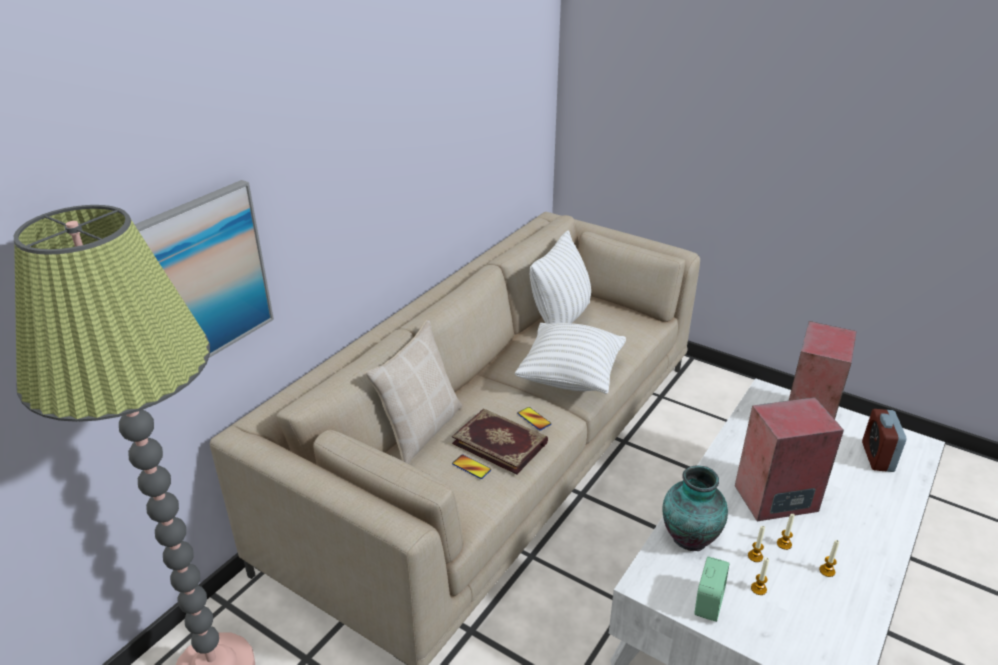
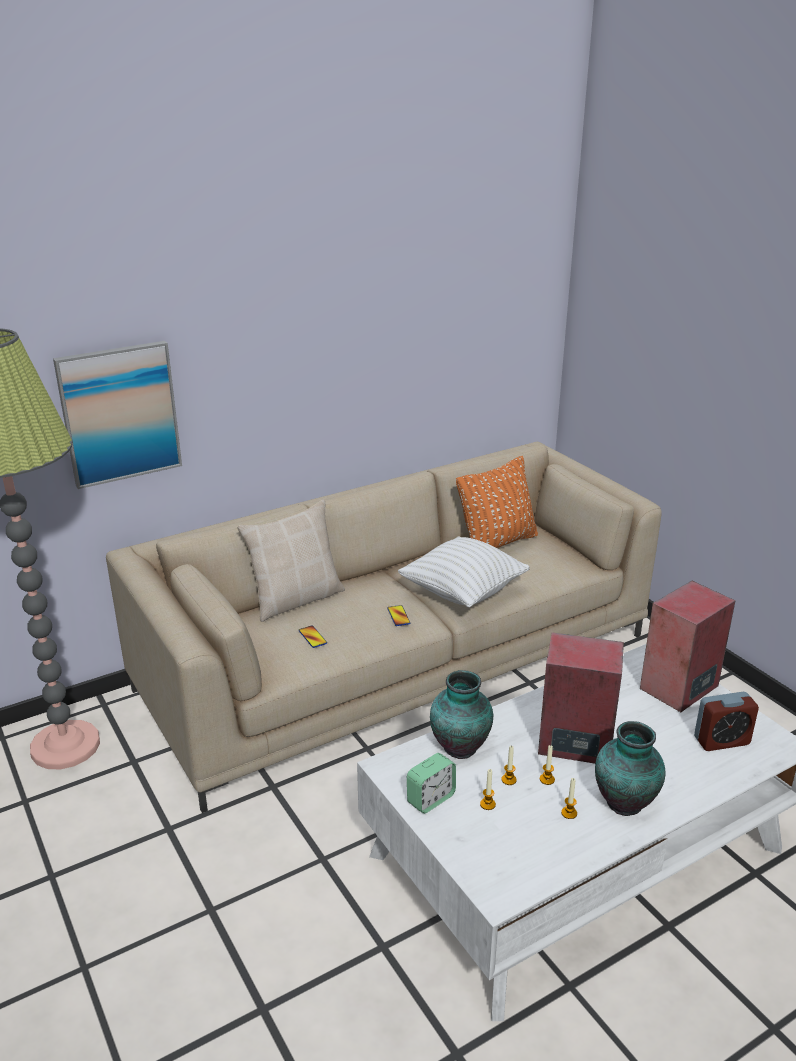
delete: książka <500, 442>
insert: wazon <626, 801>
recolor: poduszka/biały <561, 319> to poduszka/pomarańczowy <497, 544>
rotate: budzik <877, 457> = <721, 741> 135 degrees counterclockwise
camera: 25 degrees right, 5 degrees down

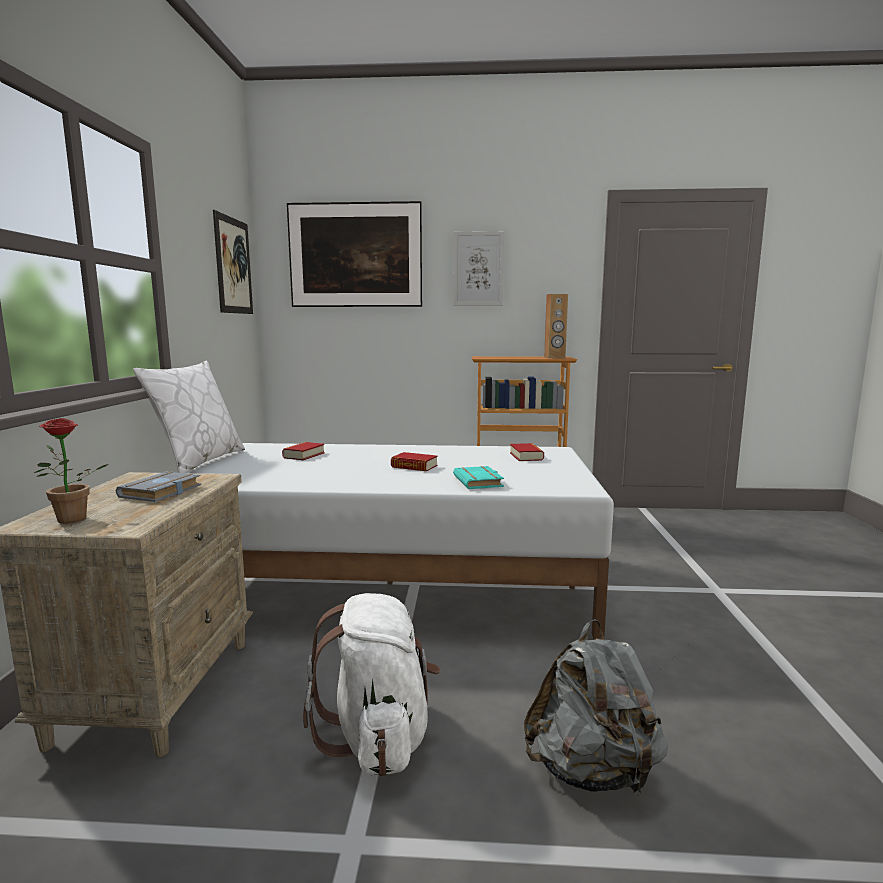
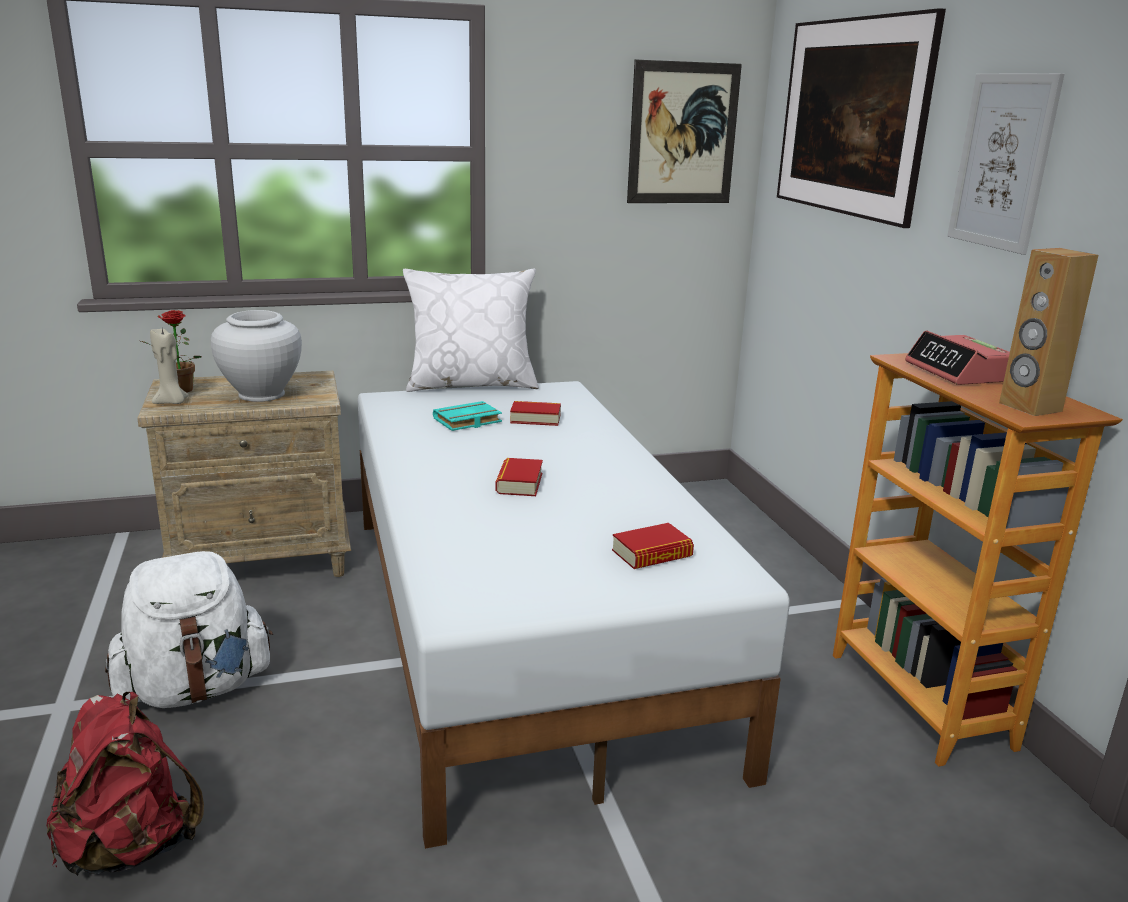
insert: świeca/beżowy <172, 402>; budzik <958, 372>
move: książka/turkusowy <480, 482> to <467, 421>
replace: książka/szary <161, 492> to wazon/biały <261, 395>
recolor: plecak/szary <592, 771> to plecak/czerwony <130, 846>
camera: 70 degrees right, 10 degrees up

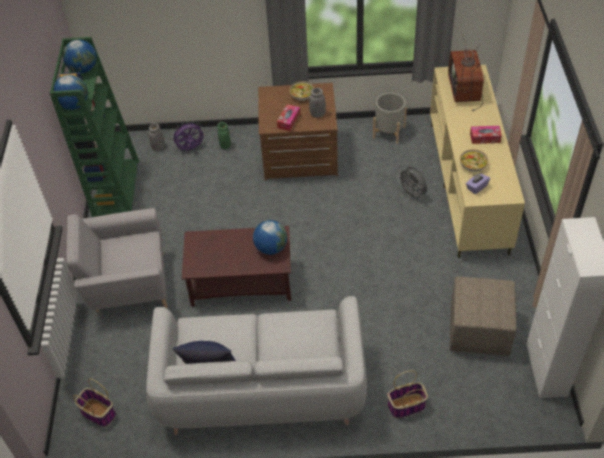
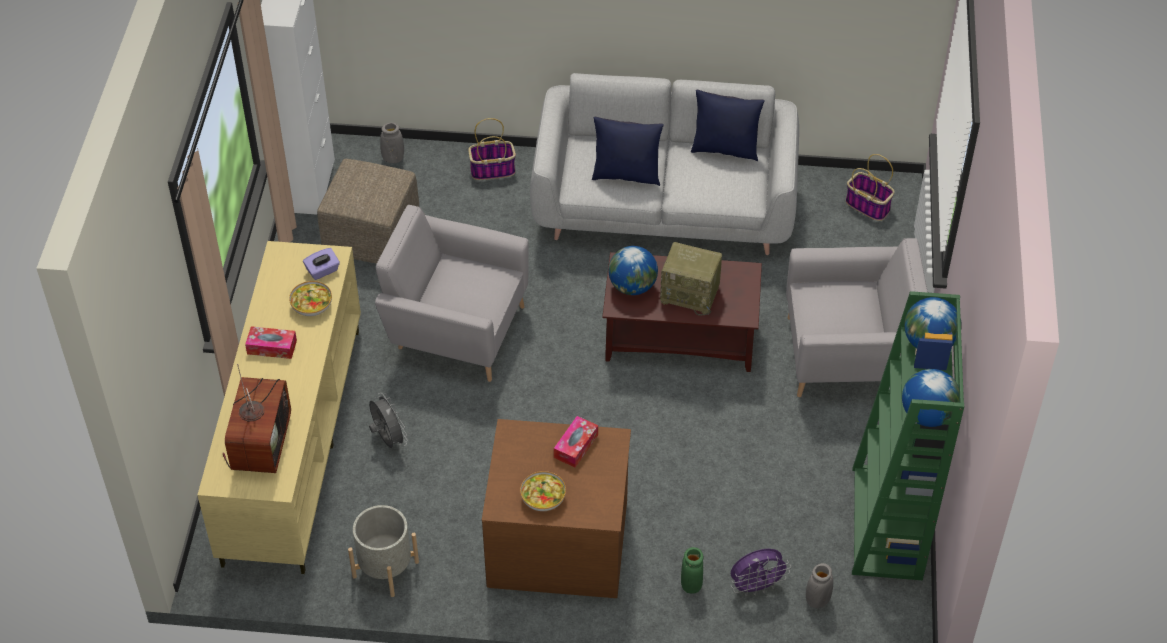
insert: fotel/szary <455, 330>; poduszka/niebieski <626, 175>; radio <691, 294>
move: wazon/szary <317, 114> to <393, 158>
camera: 175 degrees left, 0 degrees up

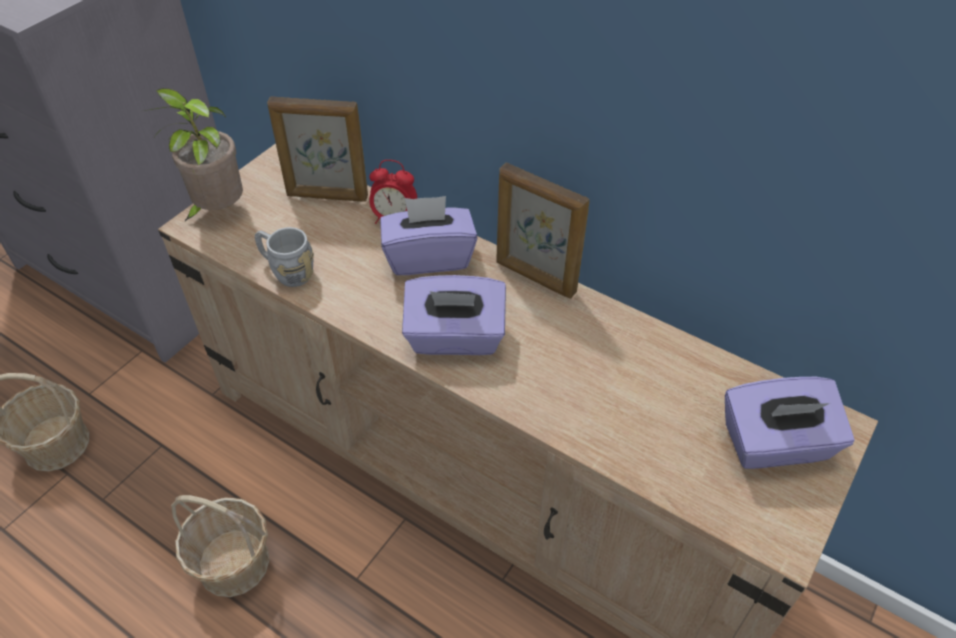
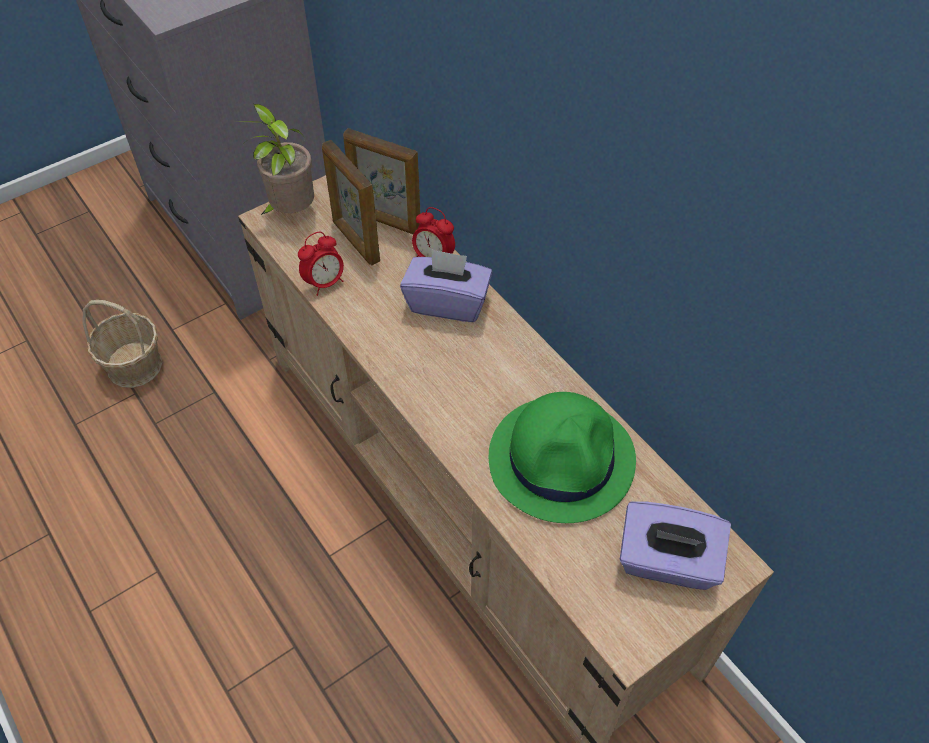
delete: koszyk <234, 564>; pudełko chusteczek/fioletowy <455, 338>
insert: kapelusz/zielony <562, 459>
move: ramka na zdjęcie <535, 278> to <355, 241>
replace: kubek/szary <287, 271> to budzik <325, 283>
camera: 20 degrees right, 5 degrees up

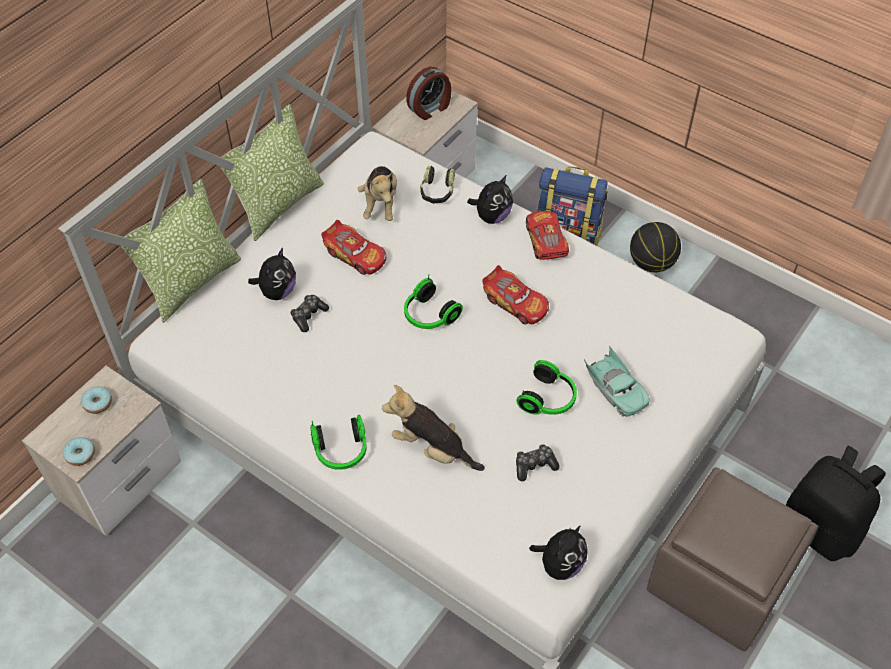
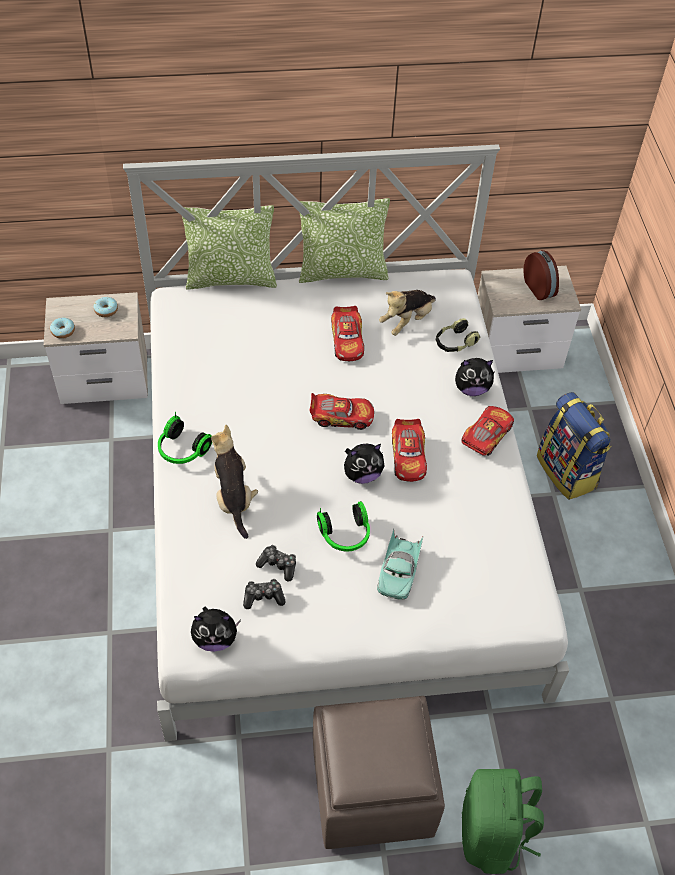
delete: piłka do koszykówki <652, 263>
move: pluszak <277, 291> to <362, 474>; pad do gier <308, 316> to <263, 597>
replace: słuchawki <428, 315> to samochodzik <341, 416>
recolor: plecak/czarny <821, 528> to plecak/zielony <493, 835>
rotate: budzik <430, 108> = <539, 288> 120 degrees counterclockwise
camera: 45 degrees right, 0 degrees up

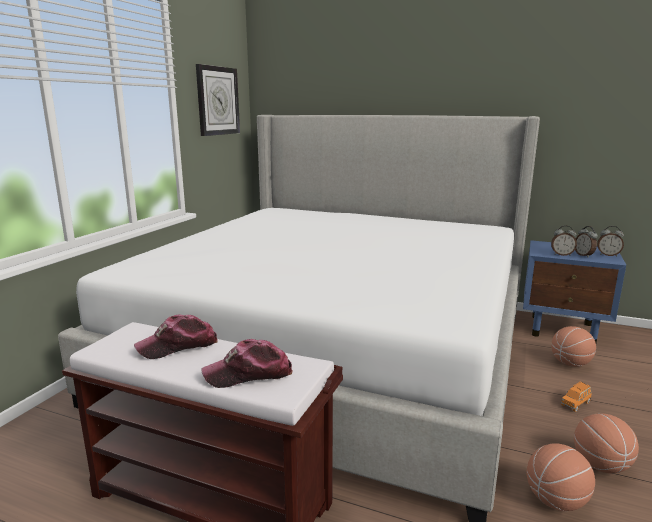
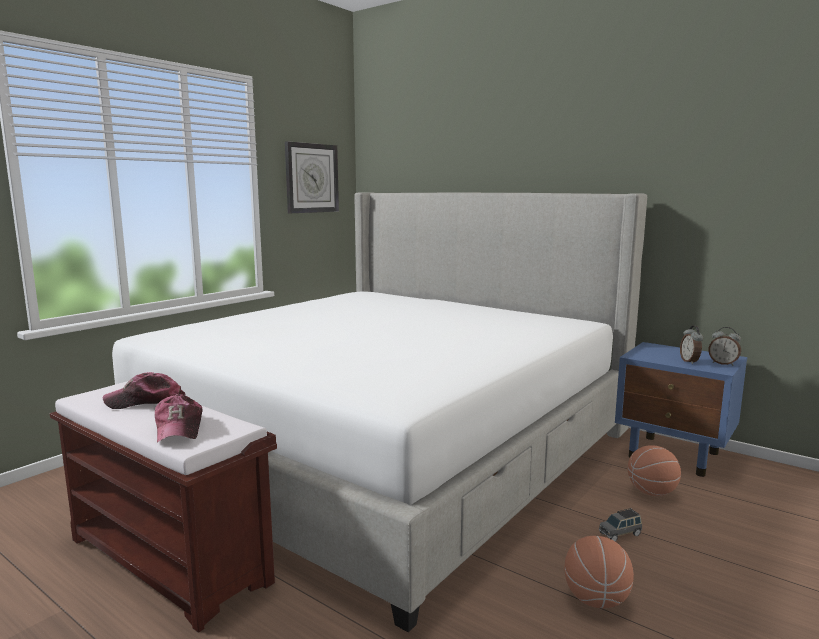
delete: piłka do koszykówki <556, 500>; budzik <562, 254>
recolor: samochodzik/pomarańczowy <575, 404> to samochodzik/szary <620, 534>
rotate: czapka z daszkiem <249, 374> = <179, 429> 105 degrees counterclockwise
camera: 15 degrees right, 5 degrees down

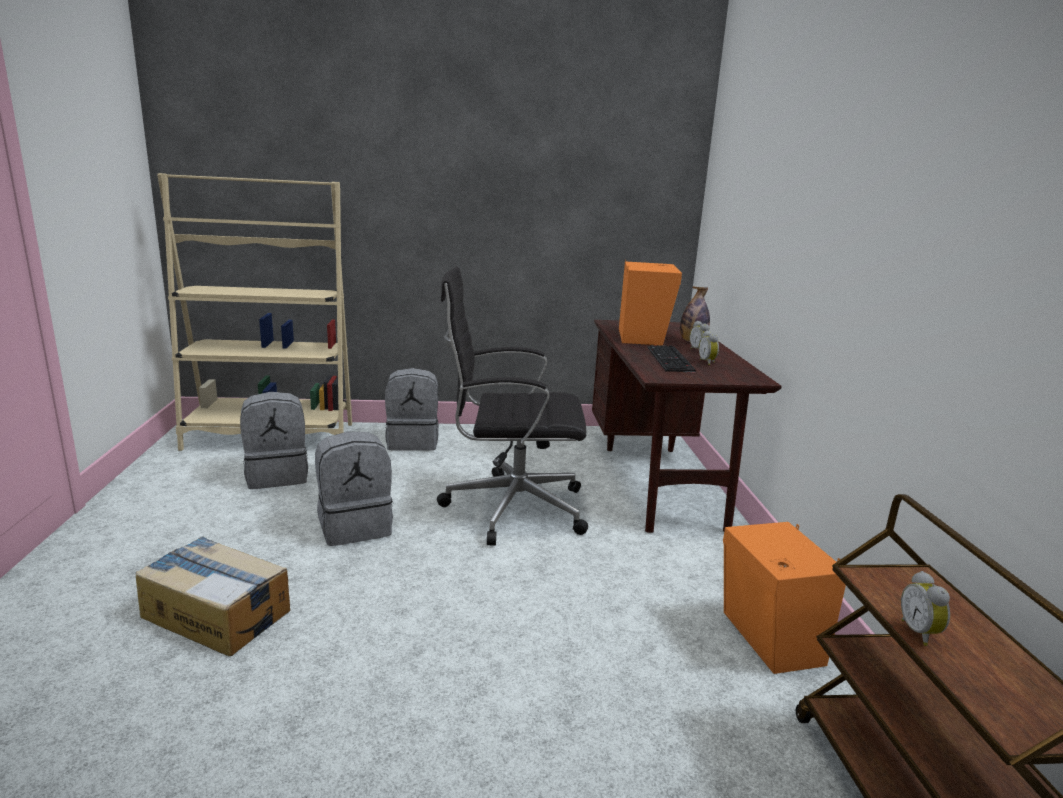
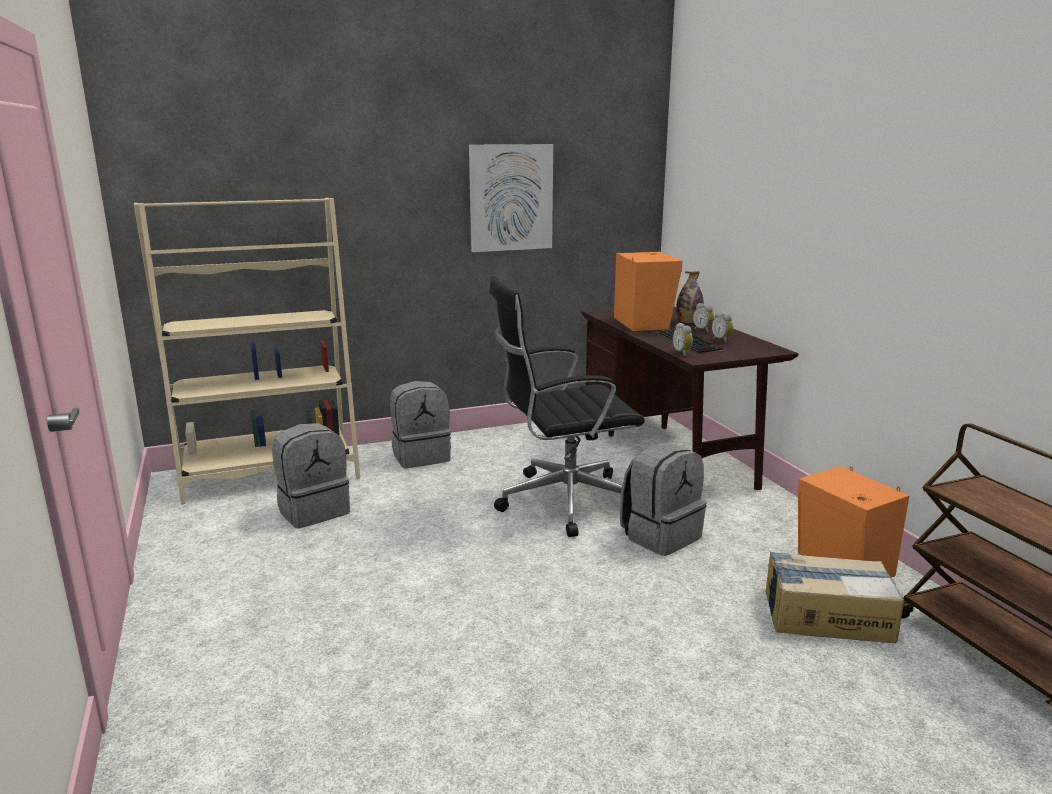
insert: obraz <511, 198>
move: karton <217, 613> to <826, 615>; plecak/szary <355, 526> to <660, 536>; budzik <920, 633> to <683, 353>
camera: 15 degrees left, 0 degrees up

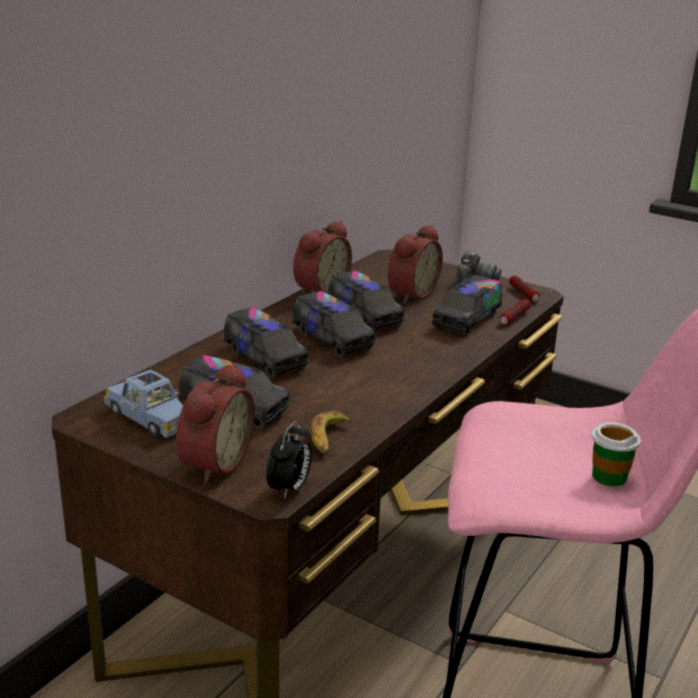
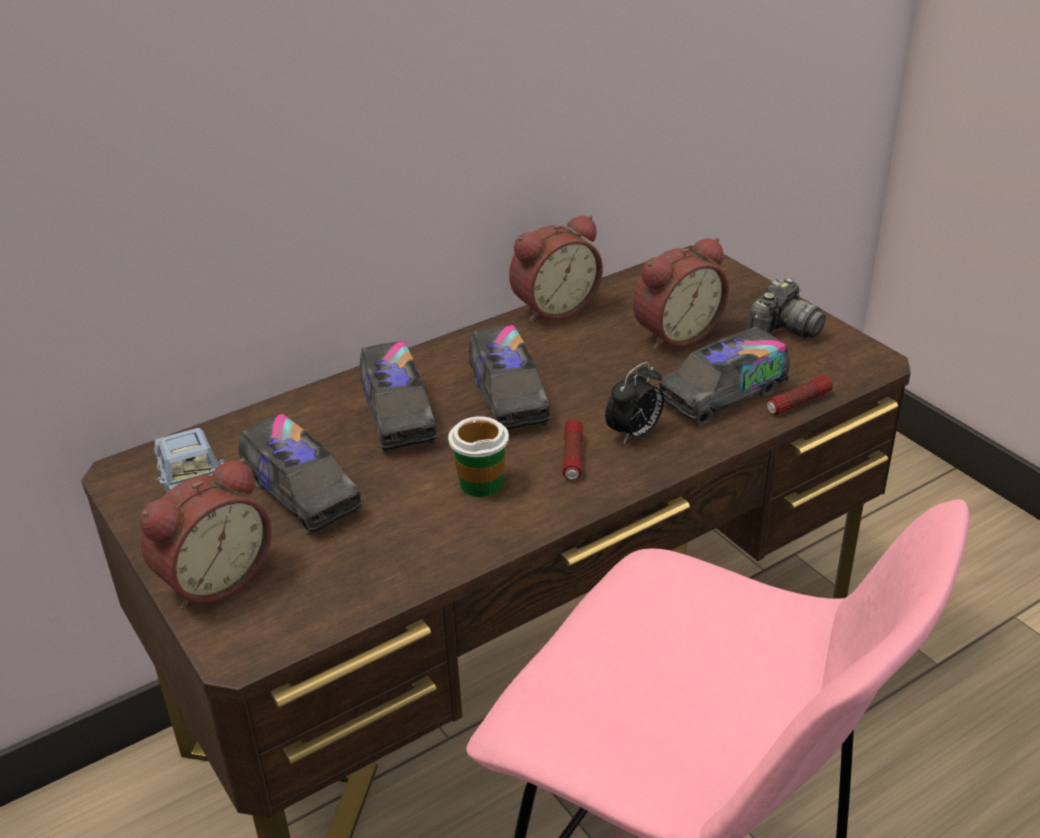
delete: banan <328, 438>; ciężarówka zabawkowa <364, 316>
move: budzik <289, 489> to <634, 434>; latarka <524, 294> to <573, 457>; filiżanka <609, 476> to <481, 483>
camera: 25 degrees right, 10 degrees up

